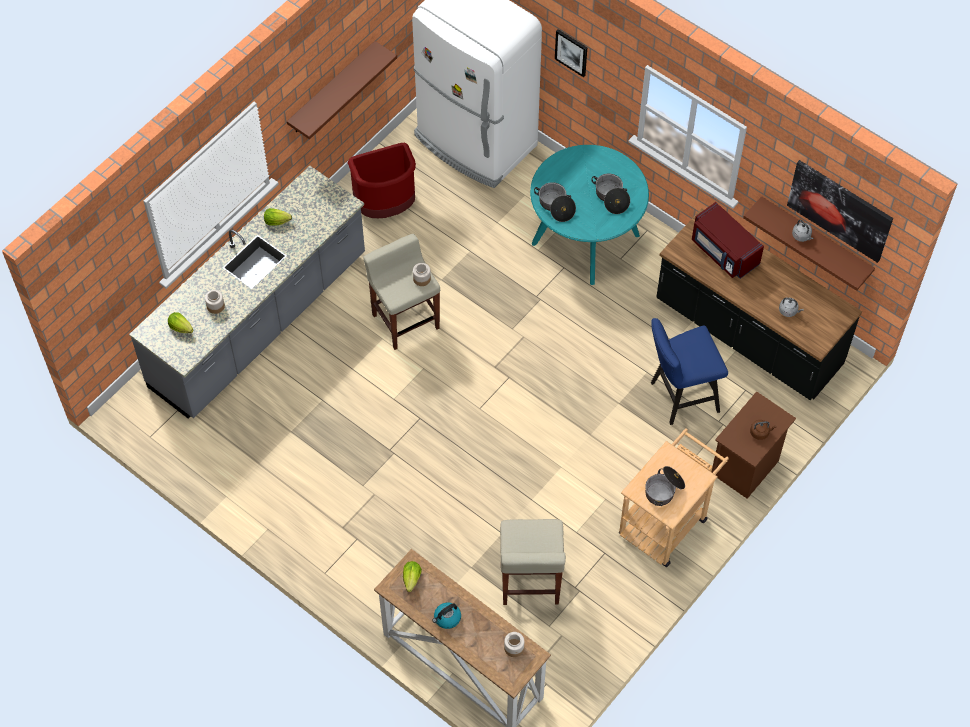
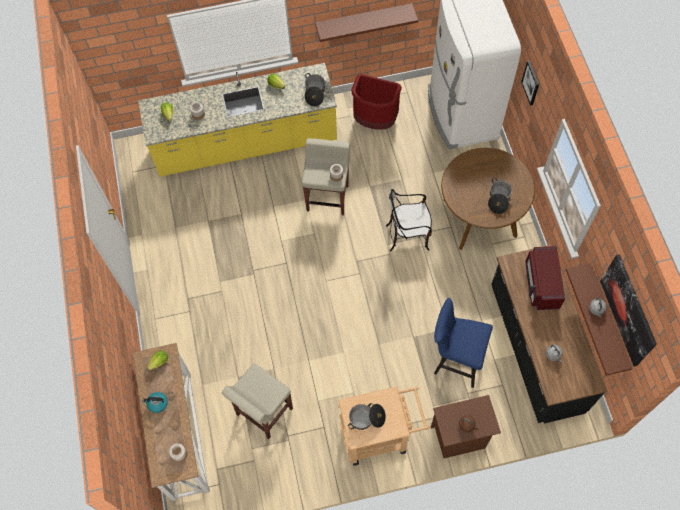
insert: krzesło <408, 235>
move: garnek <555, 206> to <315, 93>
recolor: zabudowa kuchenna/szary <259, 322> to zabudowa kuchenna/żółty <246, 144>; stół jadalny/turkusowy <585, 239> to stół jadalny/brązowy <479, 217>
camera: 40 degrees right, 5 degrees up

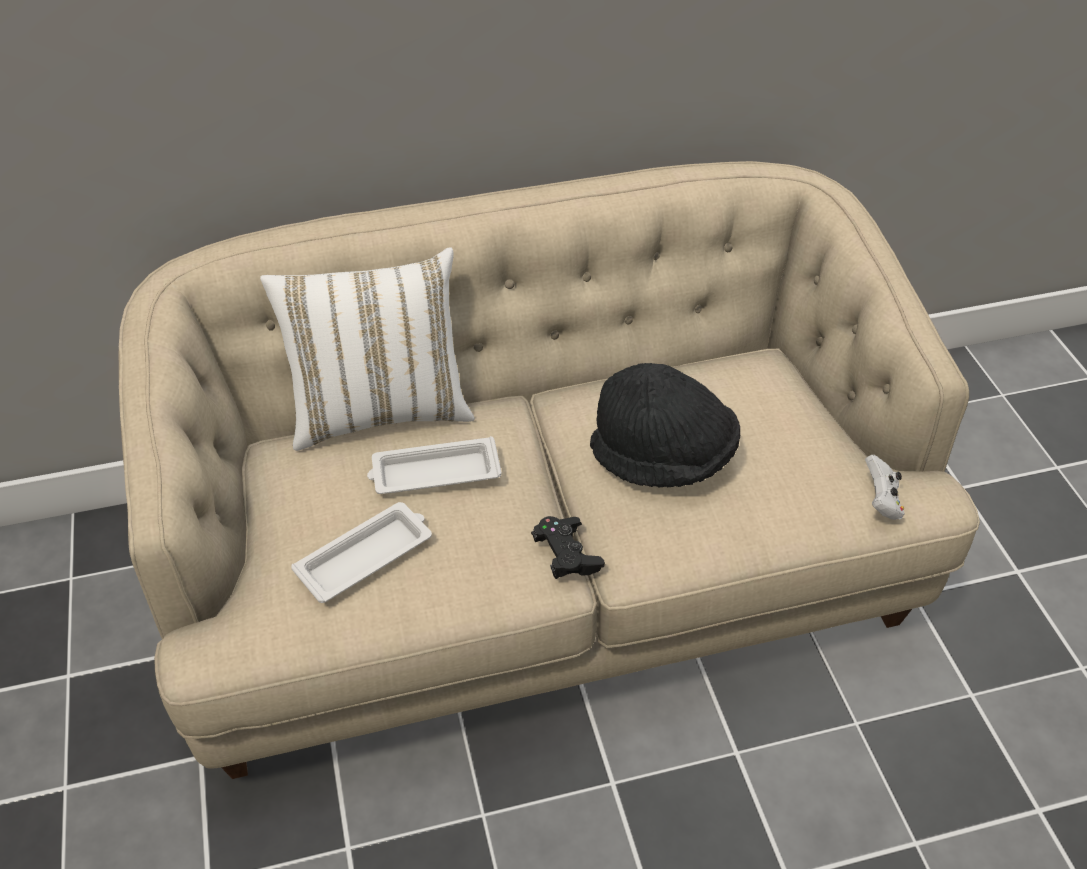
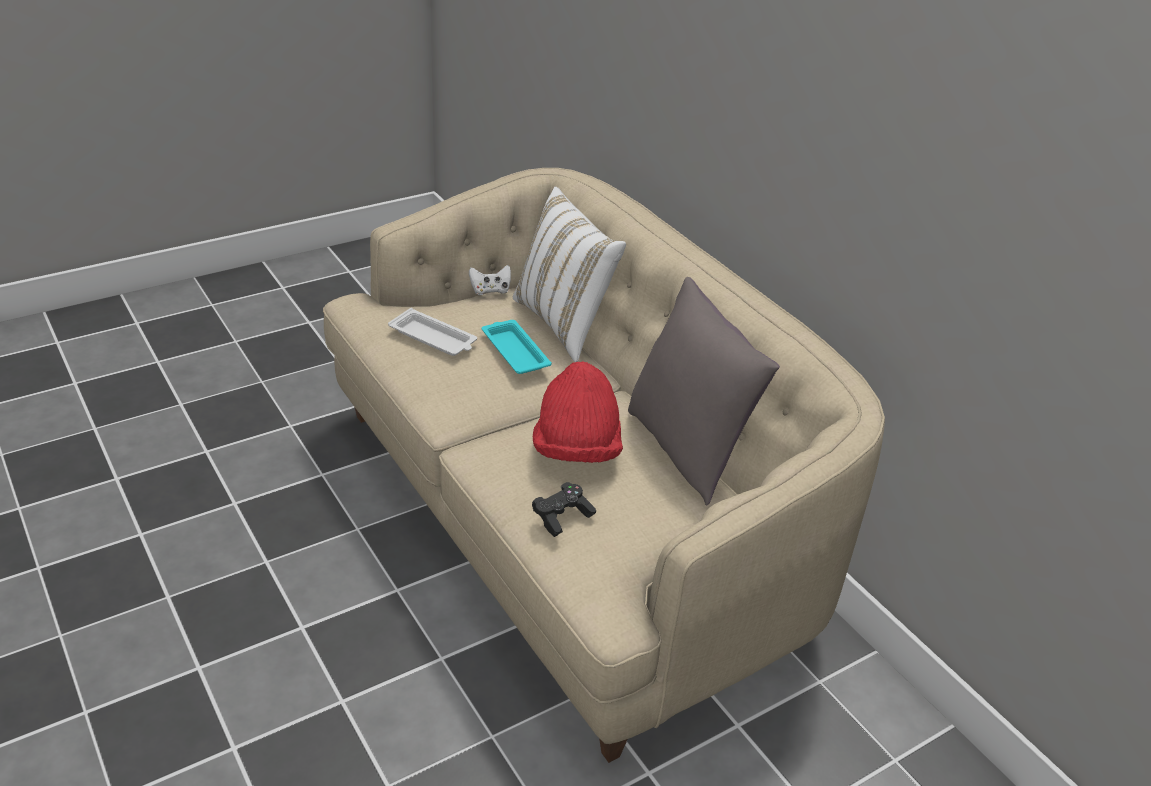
insert: poduszka/szary <687, 449>
move: pad do gier/czarny <566, 555> to <562, 517>; pad do gier/biały <881, 502> to <490, 290>
recolor: taca/biały <433, 473> to taca/turkusowy <514, 351>; kapelusz/czarny <663, 457> to kapelusz/czerwony <576, 450>
camera: 70 degrees right, 10 degrees down

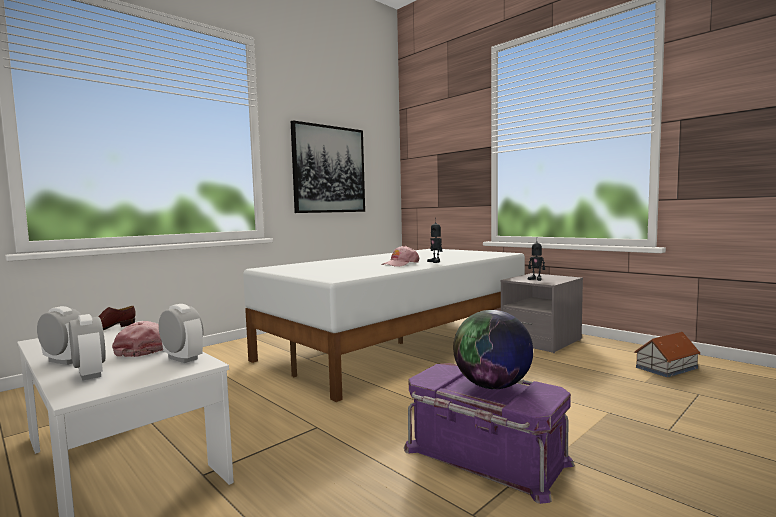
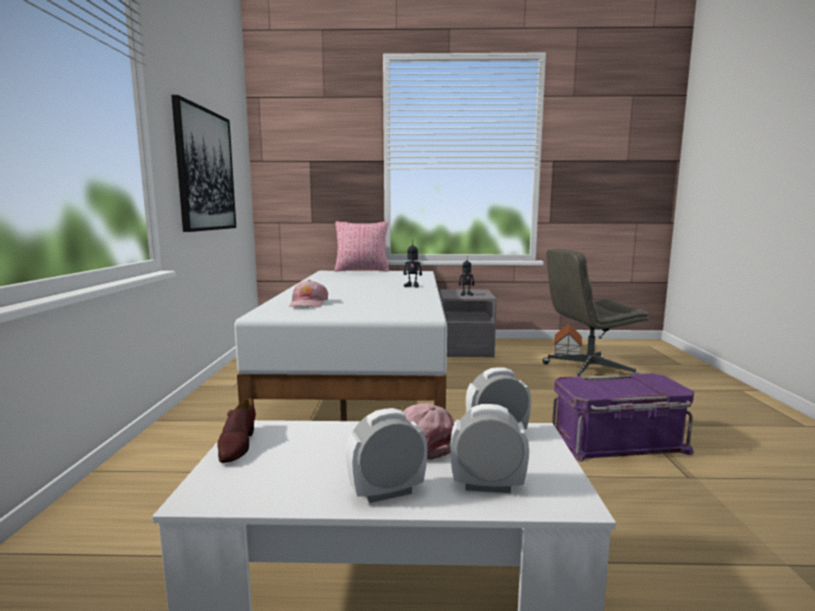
delete: globus <492, 386>
insert: poduszka/różowy <362, 270>; krzesło biurowe/szary <588, 371>
move: czapka z daszkiem/różowy <400, 264> to <308, 303>
camera: 45 degrees left, 5 degrees up

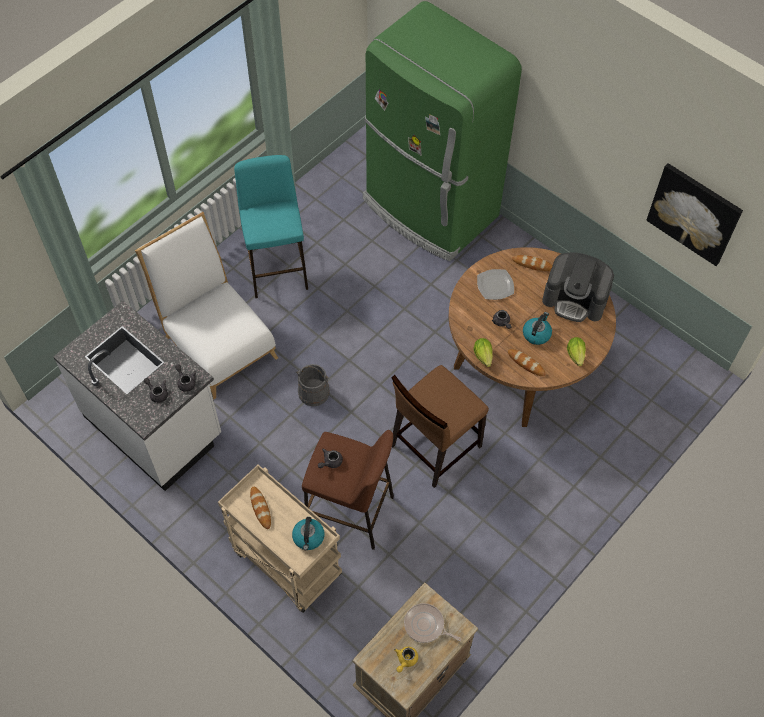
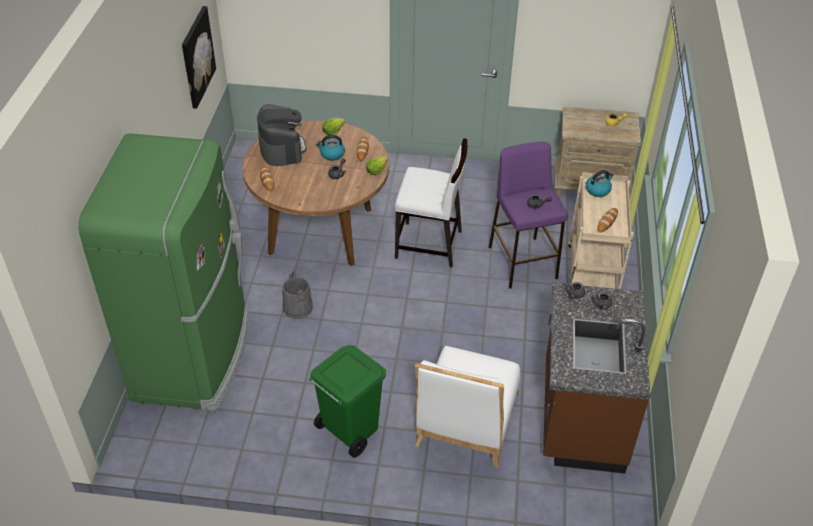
delete: patelnia <426, 626>; talerz <495, 285>
move: wiadro/szary <314, 392> to <297, 307>
replace: stołek/turkusowy <276, 267> to kosz na śmieci/zielony <349, 431>
recolor: zabudowa kuchenna/biały <154, 426> to zabudowa kuchenna/brązowy <580, 416>; stołek/brązowy <350, 512> to stołek/fioletowy <522, 262>; krzesło/brązowy <434, 446> to krzesło/biały <429, 245>
camera: 125 degrees left, 15 degrees down

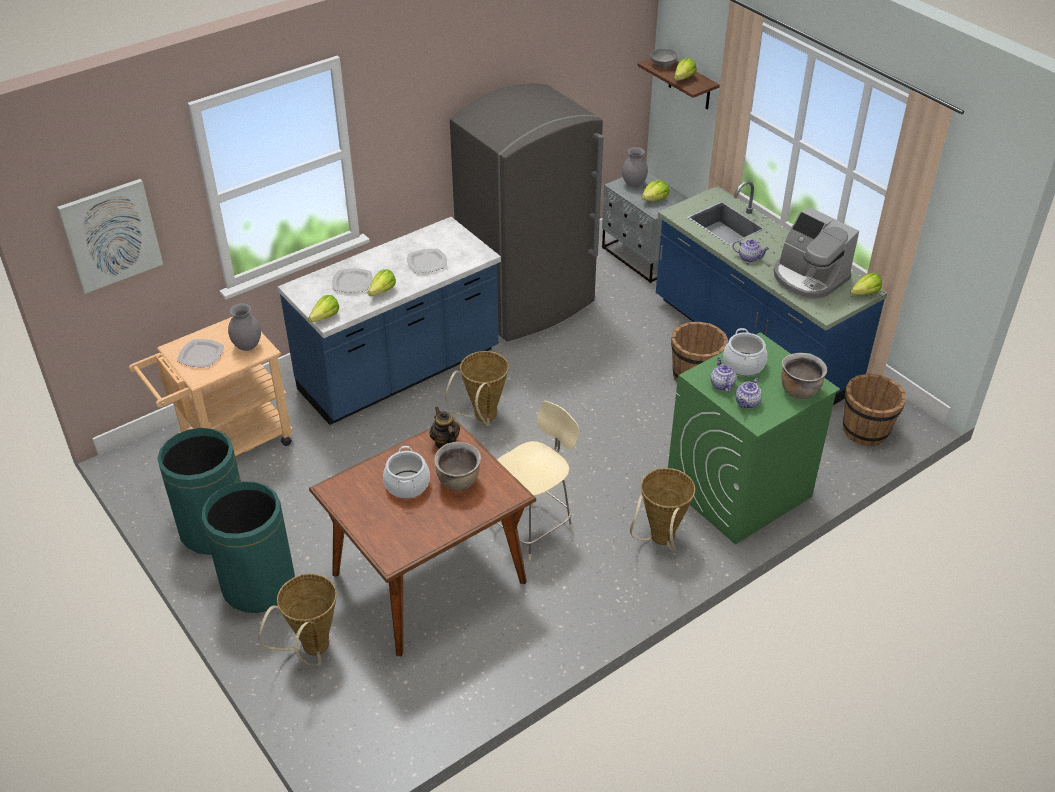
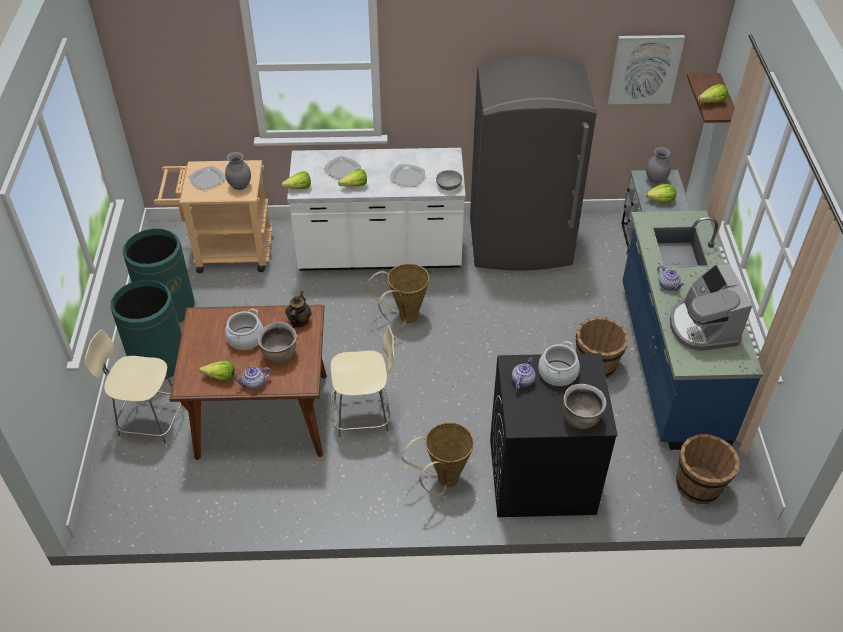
move: obraz <111, 235> to <644, 69>; miska/szary <663, 64> to <449, 185>; imbryk <747, 403> to <254, 384>; sałata <862, 294> to <218, 376>
replace: koszyk <312, 651> to krzesło/beżowy <149, 423>
recolor: zabudowa kuchenna/niebieski <400, 372> to zabudowa kuchenna/biały <380, 255>; pralka/zielony <738, 491> to pralka/czarny <540, 476>
camera: 35 degrees right, 5 degrees up

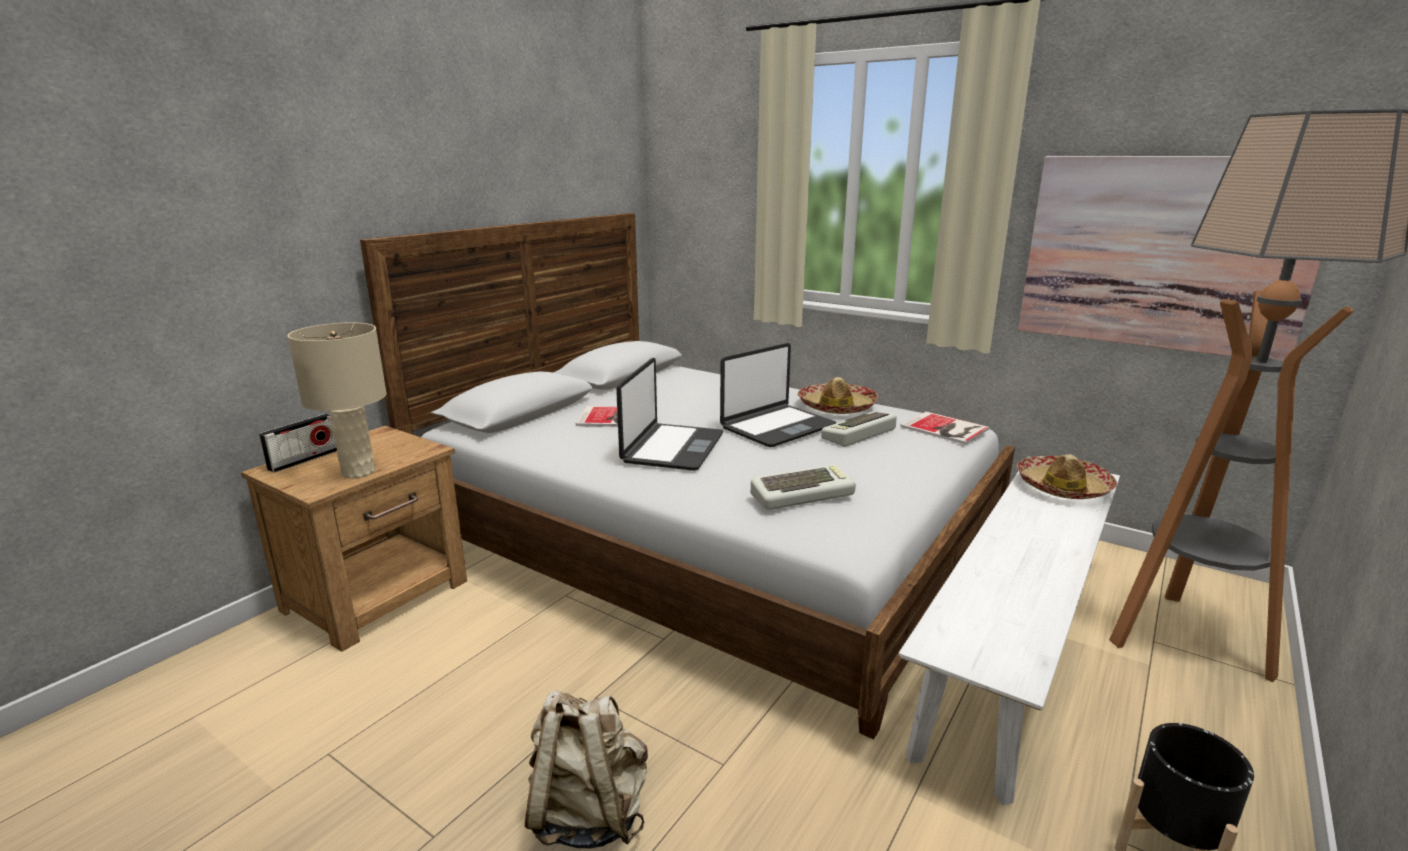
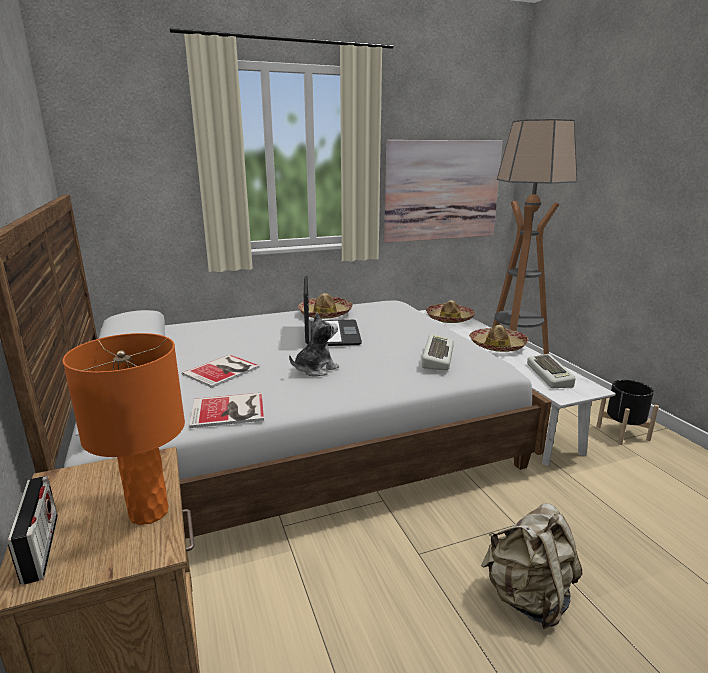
insert: kapelusz <497, 346>
move: klawiatura <860, 435> to <551, 375>; książka <945, 429> to <230, 411>
replace: laptop <672, 448> to pluszak <315, 369>
recolor: lampa stołowa/beżowy <358, 472> to lampa stołowa/pomarańczowy <149, 512>
camera: 55 degrees left, 0 degrees up

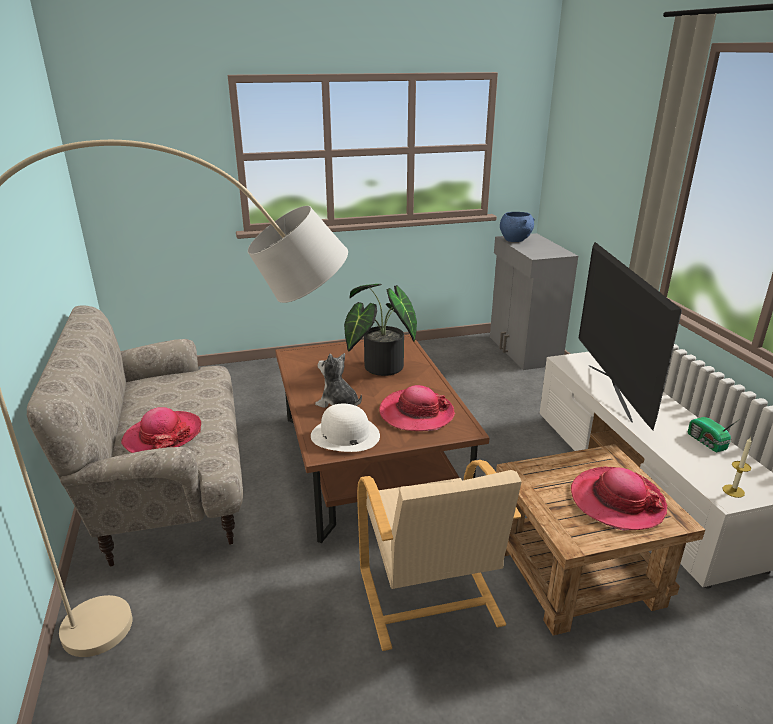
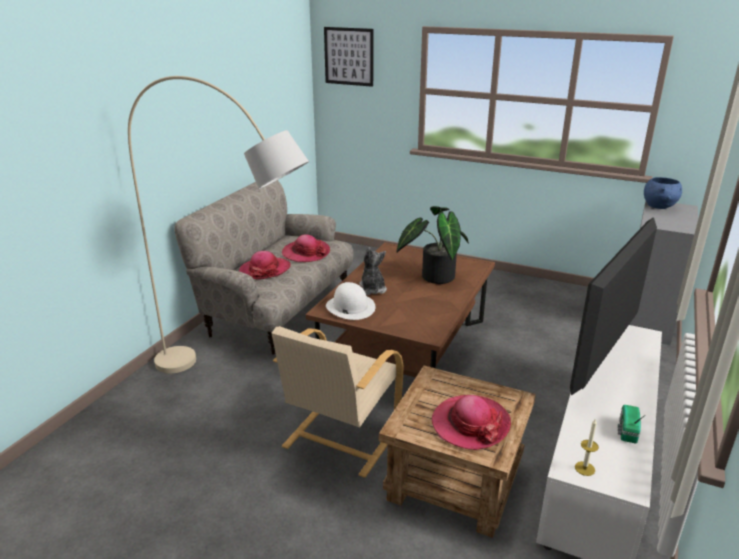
insert: obraz <349, 56>
move: kapelusz <416, 413> to <306, 253>
camera: 40 degrees right, 0 degrees up

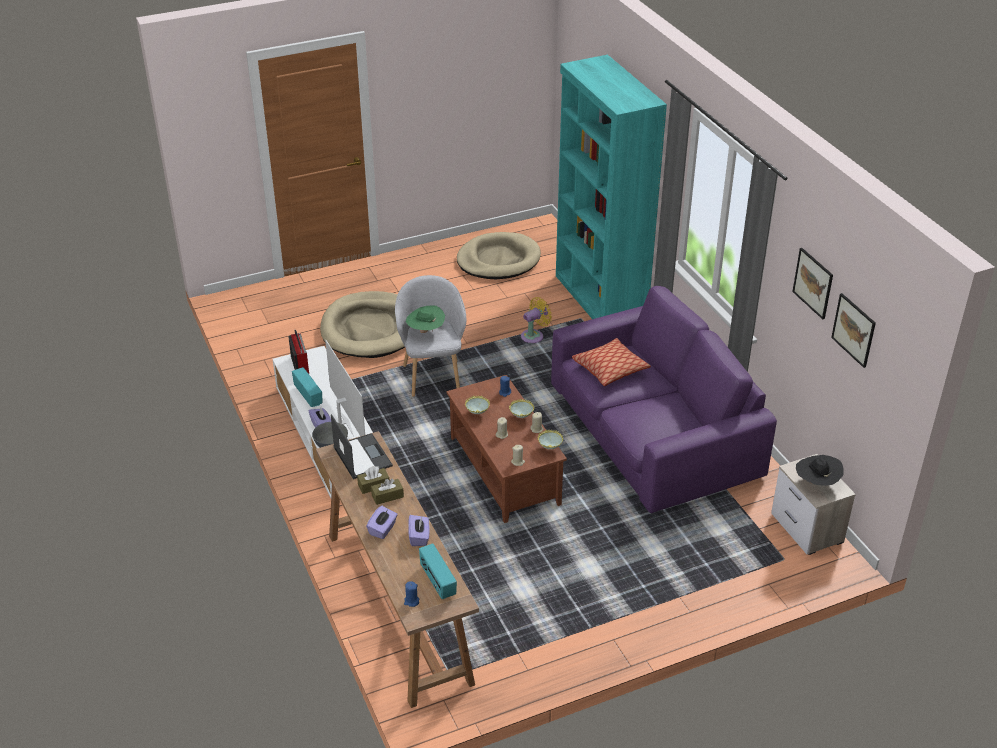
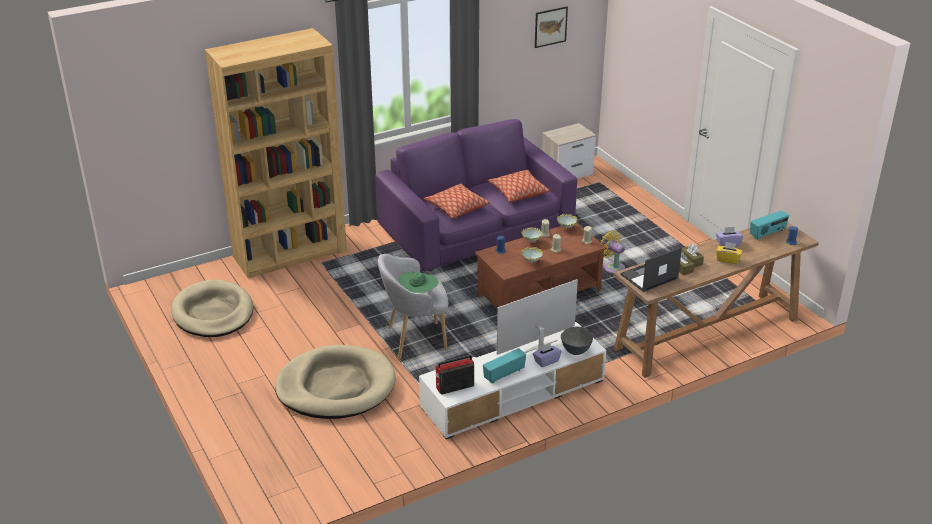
delete: obraz <813, 283>; kapelusz/czarny <816, 483>
insert: poduszka <518, 192>
move: wentylator/żółty <534, 336> to <612, 267>
recolor: pudełko chusteczek/fioletowy <383, 529> to pudełko chusteczek/żółty <727, 259>; regał/turkusowy <599, 299> to regał/brązowy <290, 254>
camera: 95 degrees left, 5 degrees down

